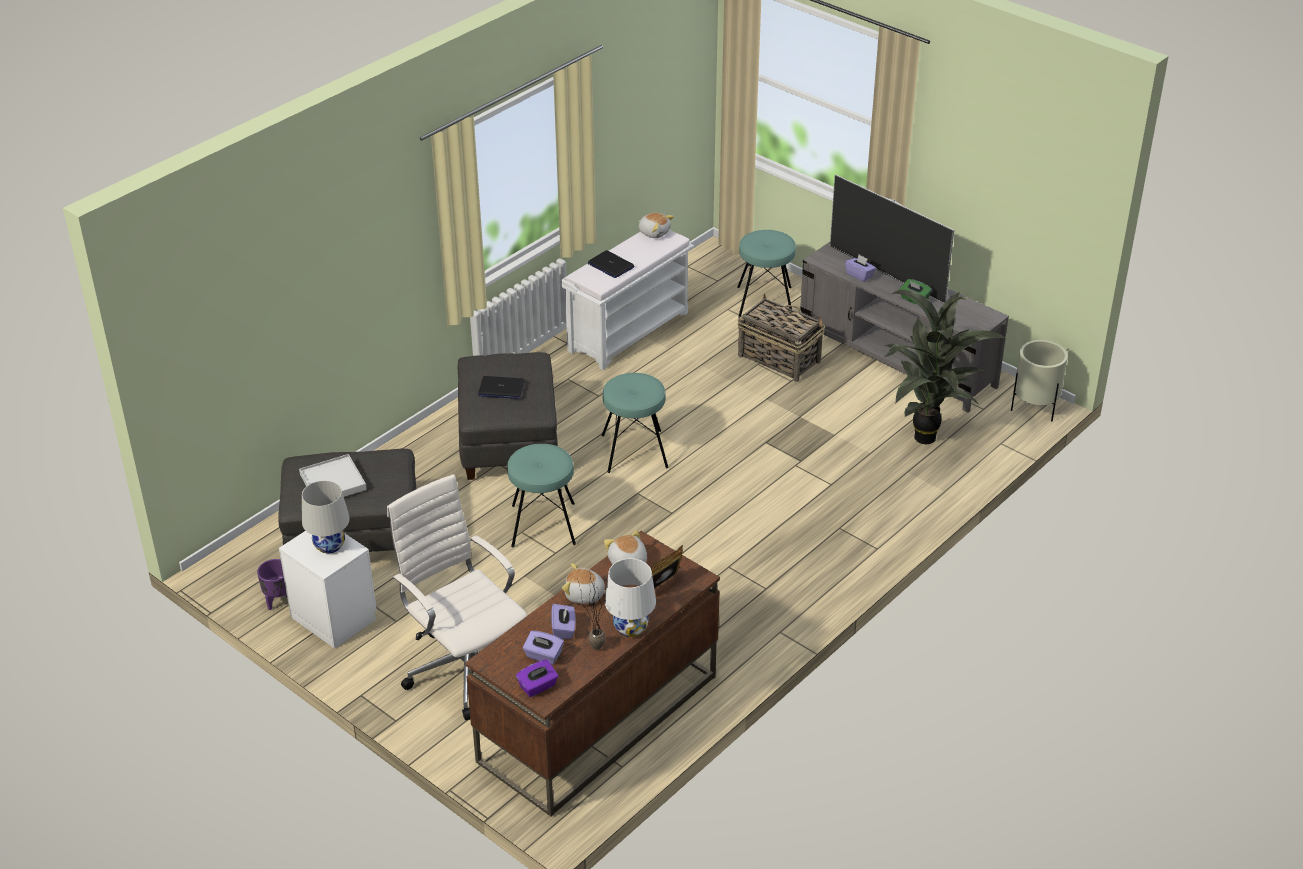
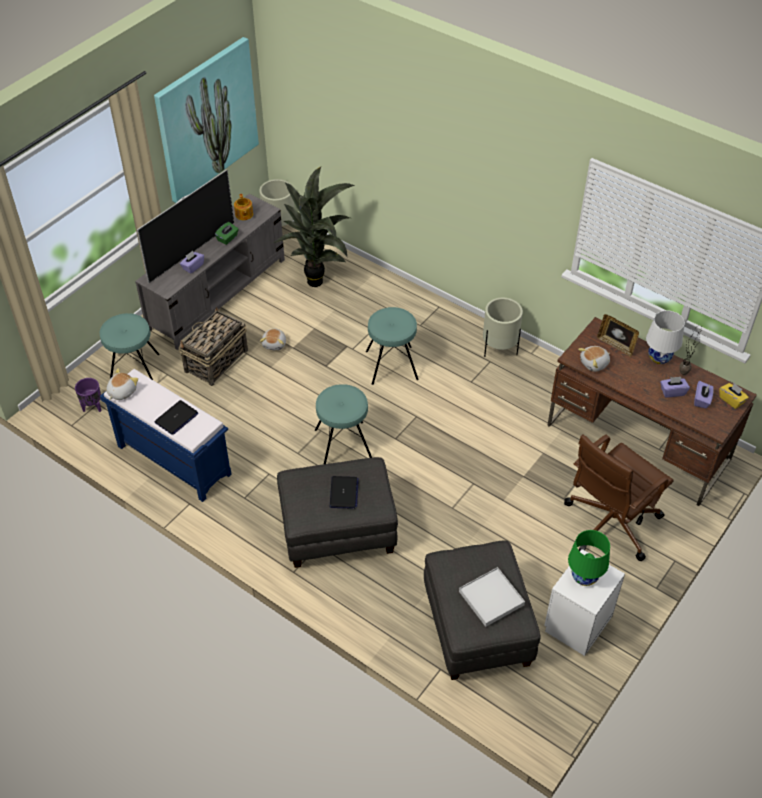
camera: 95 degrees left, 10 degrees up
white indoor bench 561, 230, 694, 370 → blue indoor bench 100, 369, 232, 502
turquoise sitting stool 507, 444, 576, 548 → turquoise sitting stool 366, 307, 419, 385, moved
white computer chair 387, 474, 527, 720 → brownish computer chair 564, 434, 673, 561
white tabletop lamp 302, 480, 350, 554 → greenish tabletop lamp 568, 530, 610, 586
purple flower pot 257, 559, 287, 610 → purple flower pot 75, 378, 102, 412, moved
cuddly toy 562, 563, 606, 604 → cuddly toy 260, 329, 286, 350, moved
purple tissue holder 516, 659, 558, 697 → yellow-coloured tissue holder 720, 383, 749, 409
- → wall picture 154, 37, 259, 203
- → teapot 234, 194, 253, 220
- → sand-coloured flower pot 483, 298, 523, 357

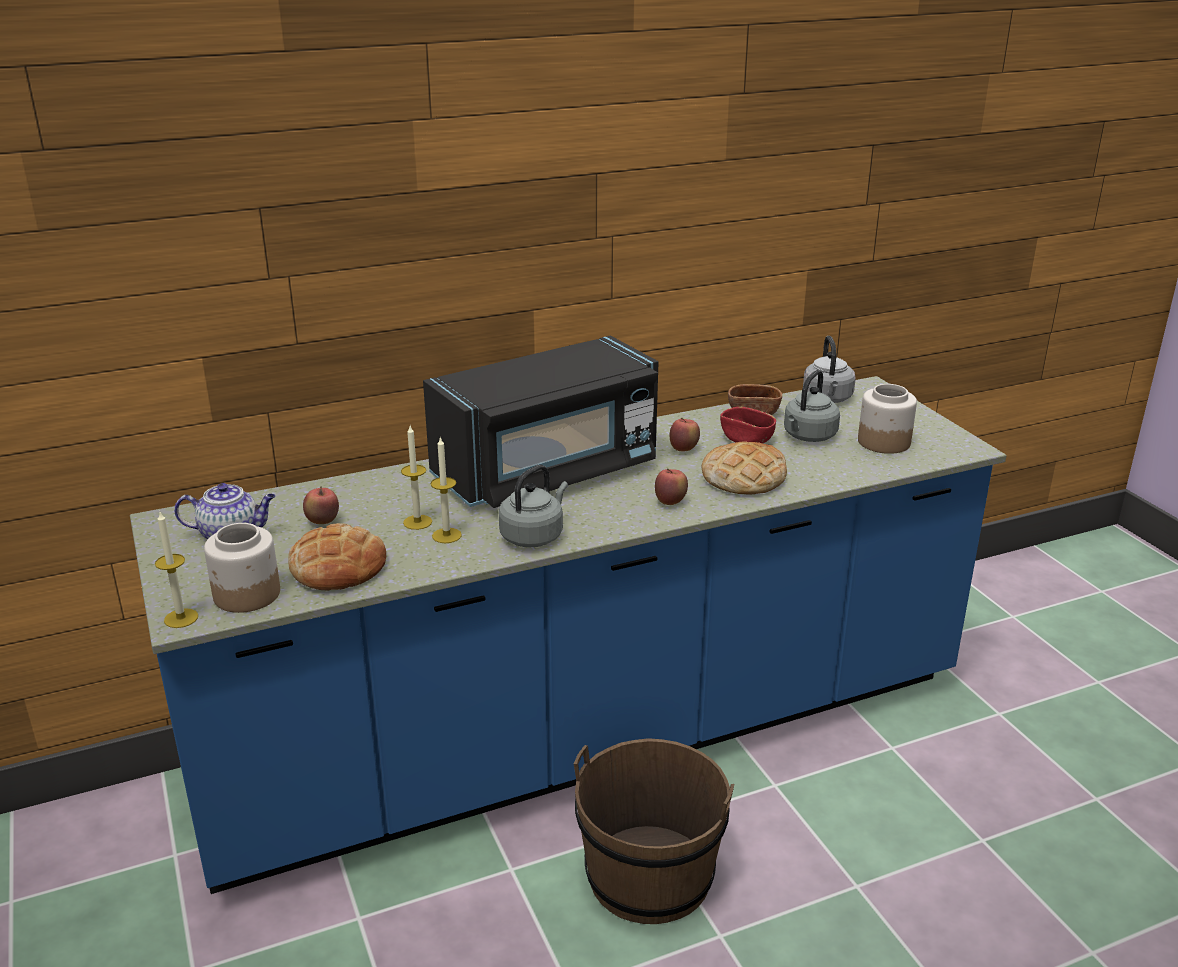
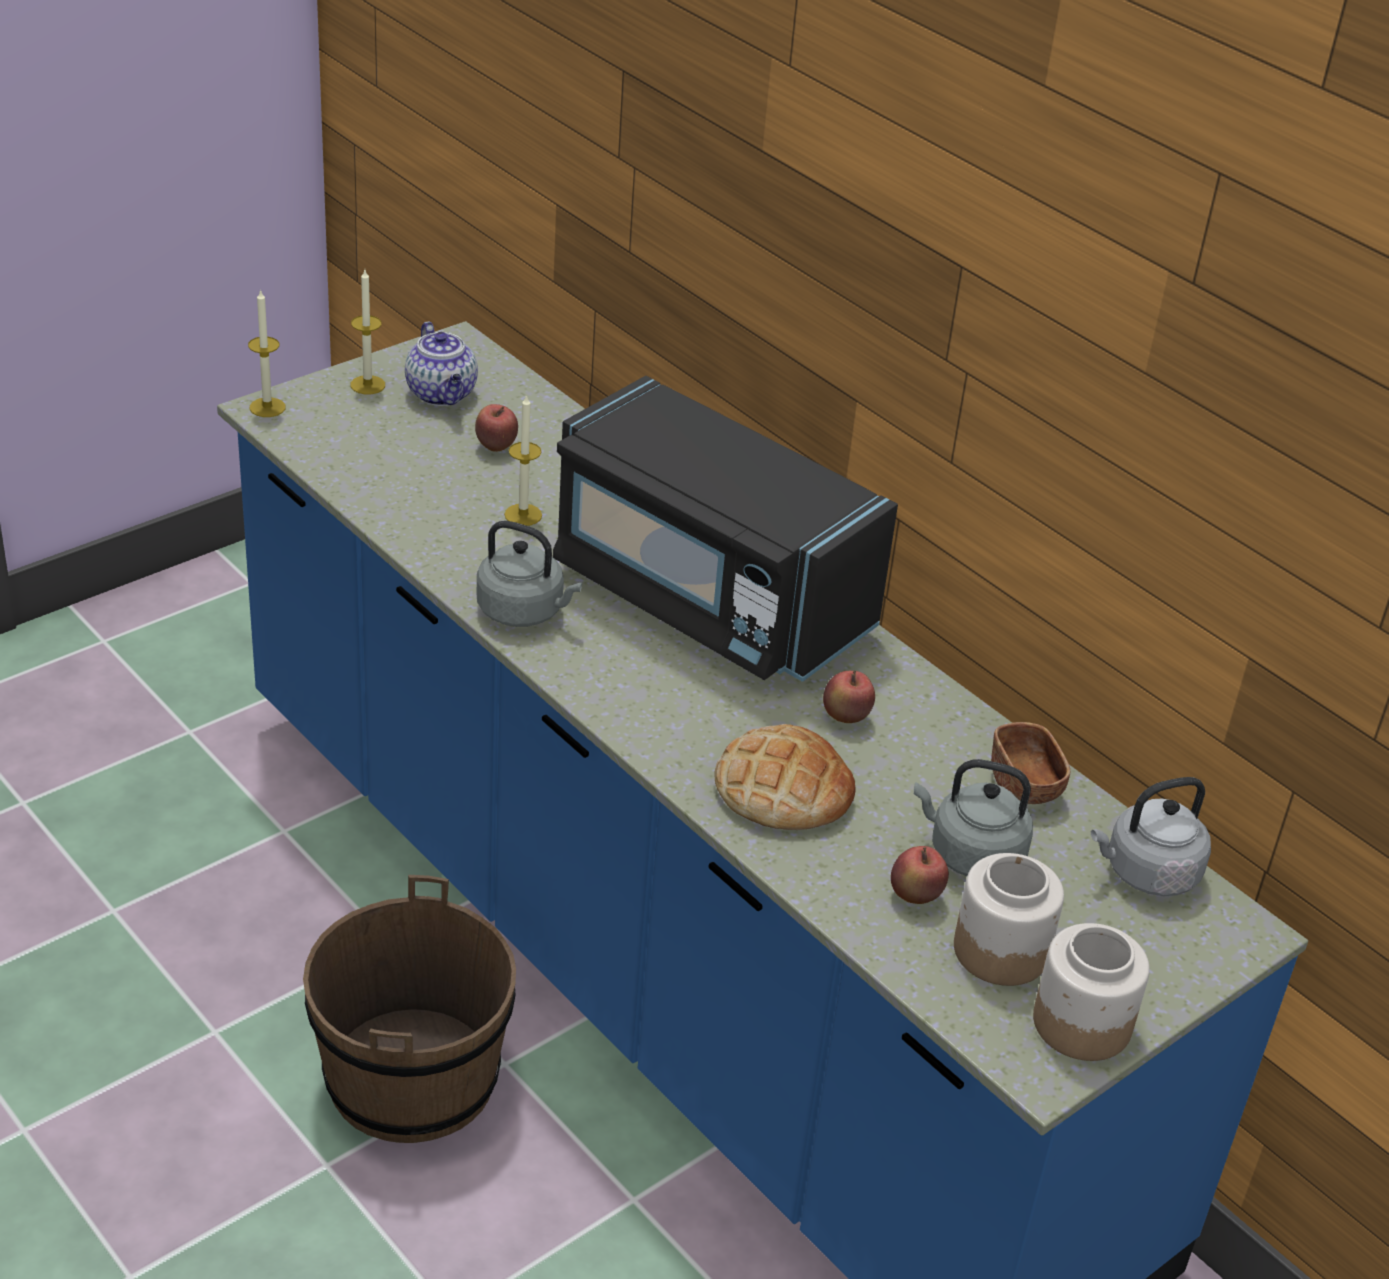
camera: 70 degrees right, 10 degrees up
reddish serving bowl 720, 407, 776, 444 → -
candle 431, 437, 462, 543 → candle 350, 270, 385, 394, moved
apple 655, 468, 688, 505 → apple 891, 846, 949, 904, moved
storage jar 204, 523, 280, 613 → storage jar 1033, 923, 1150, 1061, moved
bread 288, 523, 386, 591 → -

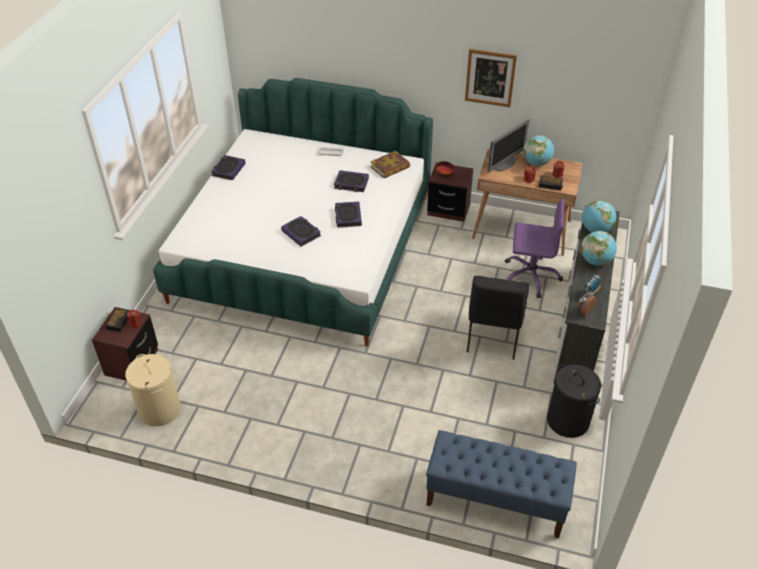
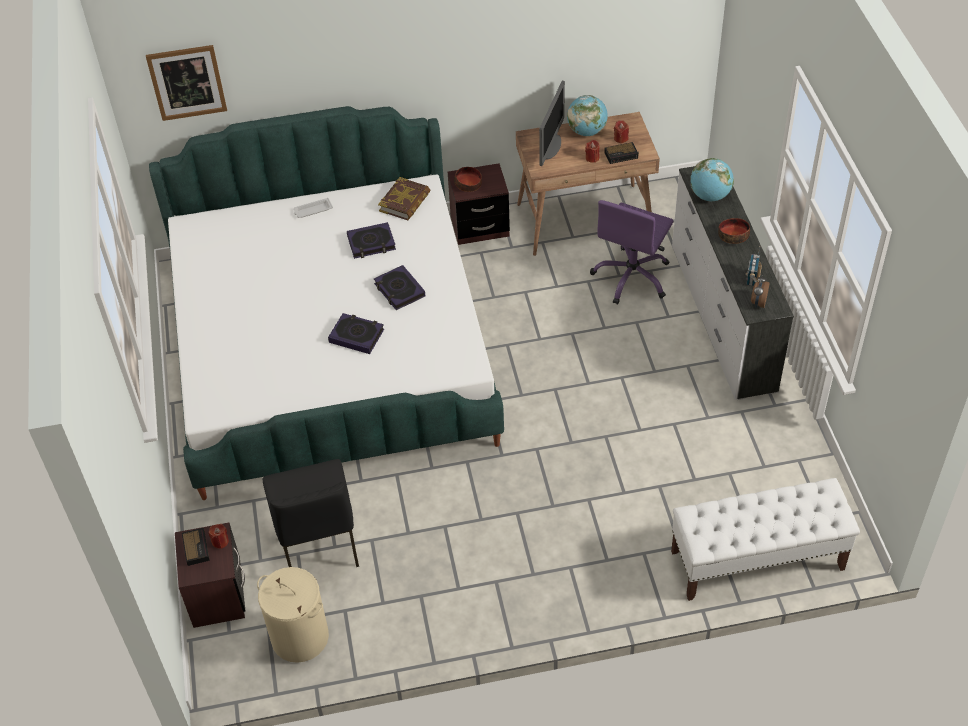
camera: 25 degrees left, 5 degrees up
wall picture 465, 49, 517, 107 → wall picture 146, 45, 227, 121, moved
book 211, 155, 246, 181 → -
purple computer chair 505, 198, 564, 298 → purple computer chair 590, 200, 674, 305, 135 degrees clockwise
world globe 581, 231, 617, 266 → serving bowl 718, 218, 750, 244
blackish upright chair 467, 276, 529, 359 → blackish upright chair 263, 459, 359, 567, moved
blackish laundry basket 547, 365, 601, 438 → -
blue indoor bench 426, 430, 577, 538 → white indoor bench 671, 478, 860, 601

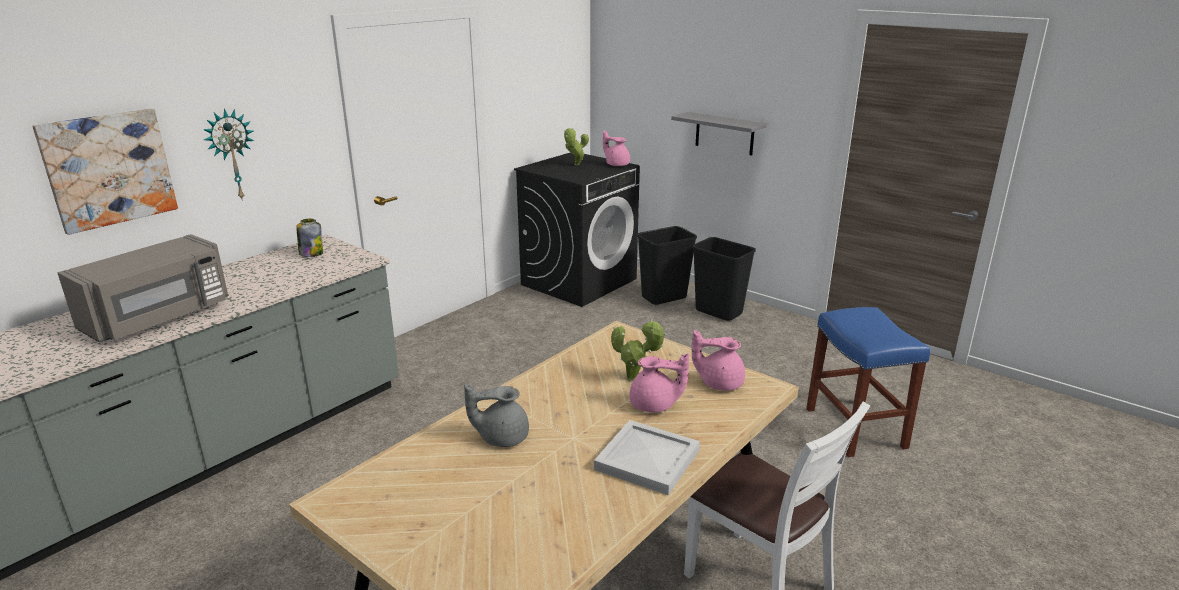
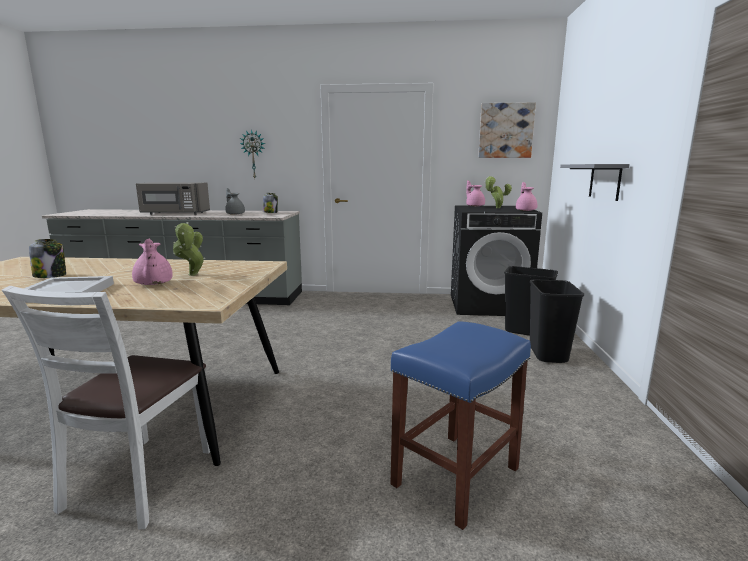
camera: 55 degrees right, 10 degrees down
wall picture 32, 109, 178, 235 → wall picture 478, 102, 536, 158, moved
pinkish teapot 692, 330, 745, 391 → pinkish teapot 466, 180, 485, 206, moved
grey teapot 464, 384, 529, 447 → grey teapot 225, 188, 245, 215, moved
- → storage jar 29, 239, 66, 278

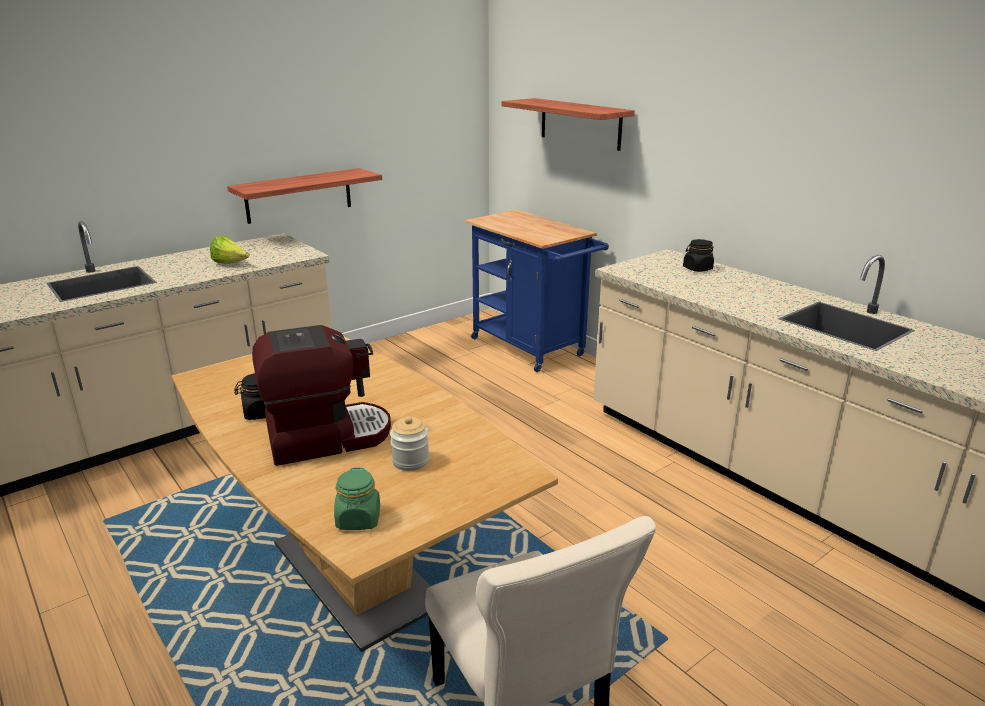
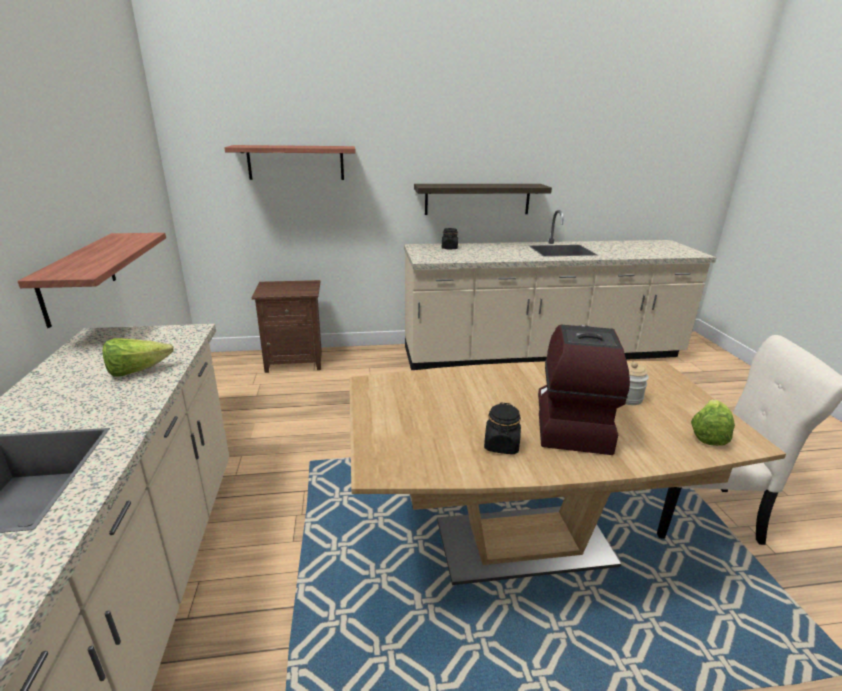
camera: 60 degrees left, 0 degrees up
blue trolley 465, 210, 609, 372 → brownish bedside table 251, 280, 322, 373
greenish storage jar 334, 468, 380, 530 → lettuce 691, 399, 735, 446
- → wall shelf 414, 184, 552, 215

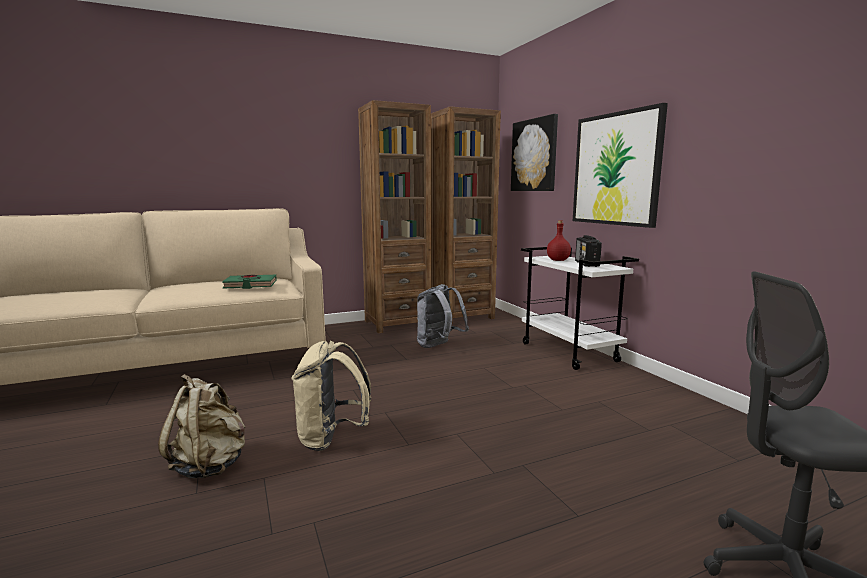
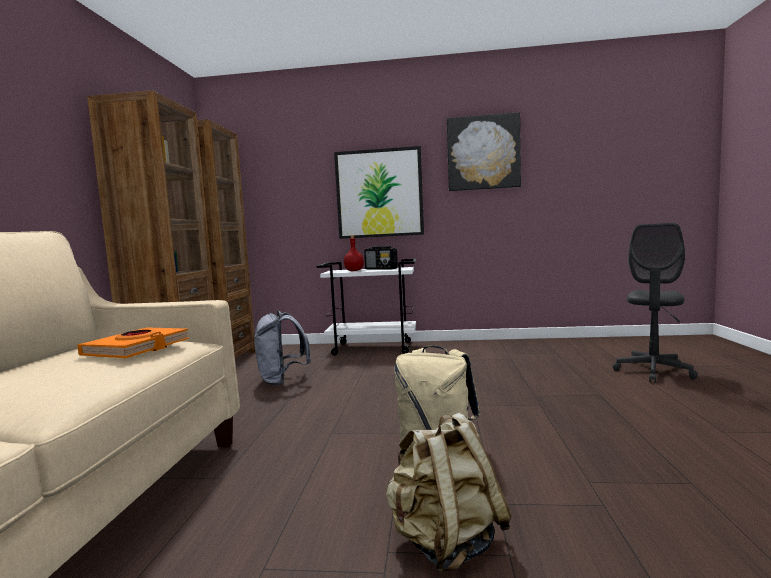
camera: 60 degrees left, 5 degrees down
wall picture 511, 114, 558, 191 → wall picture 447, 112, 521, 191, moved
greenish book 222, 275, 277, 289 → orange-coloured book 77, 327, 189, 358

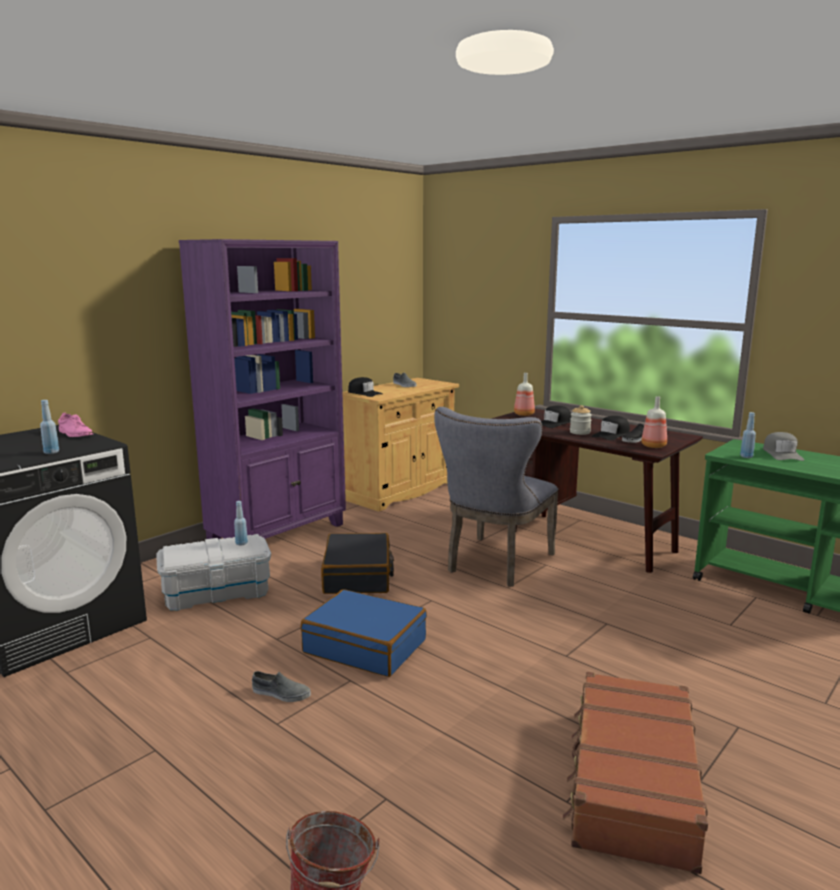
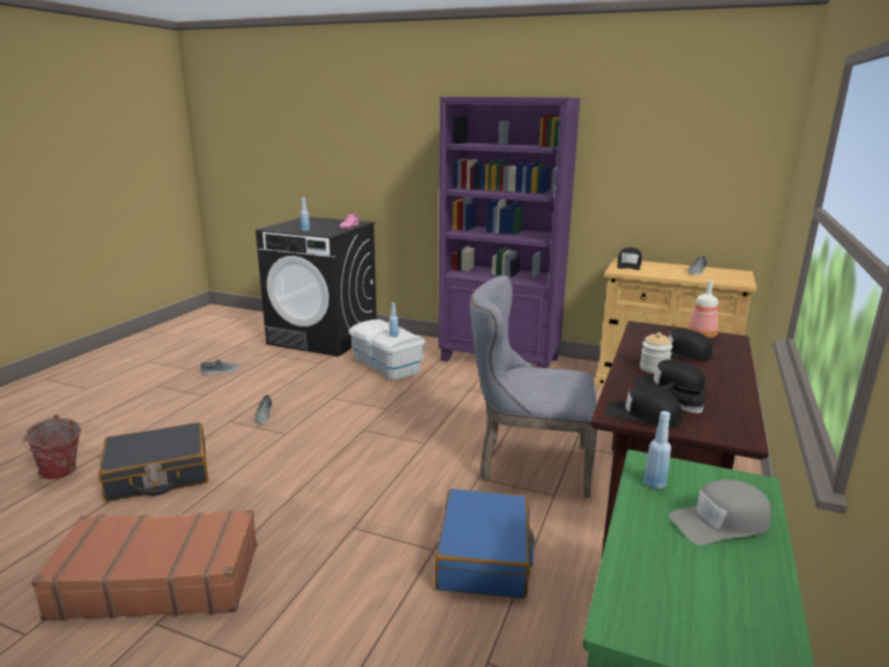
camera: 70 degrees right, 5 degrees up
beverage bottle 641, 396, 667, 448 → blackish cap 605, 385, 682, 428
blackish travel case 321, 533, 394, 594 → blackish travel case 99, 423, 209, 501, moved
blue travel case 301, 589, 427, 677 → blue travel case 435, 489, 535, 599, moved
- → grey item of footwear 201, 359, 239, 374

